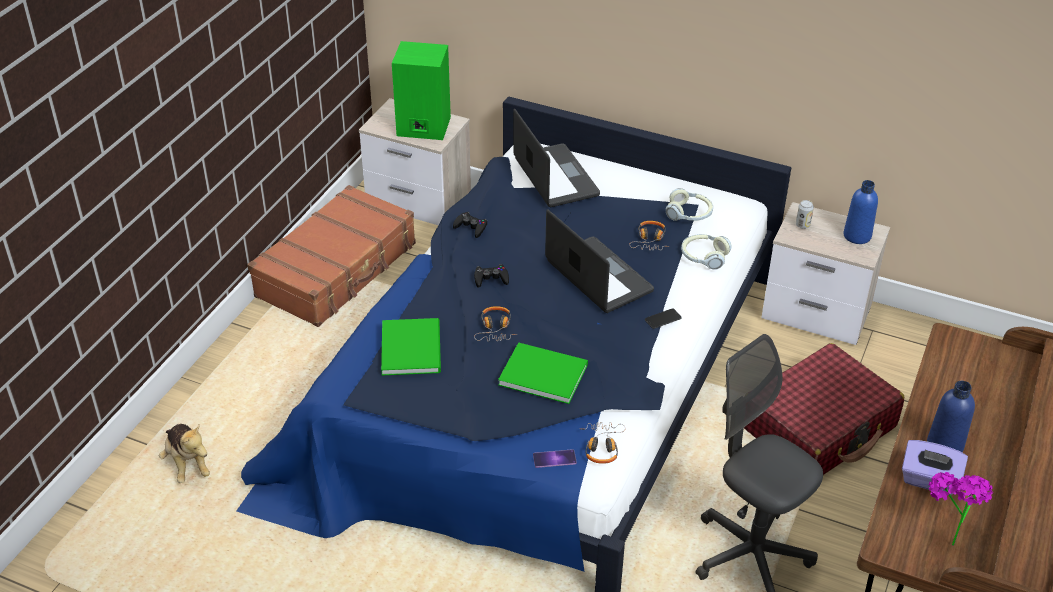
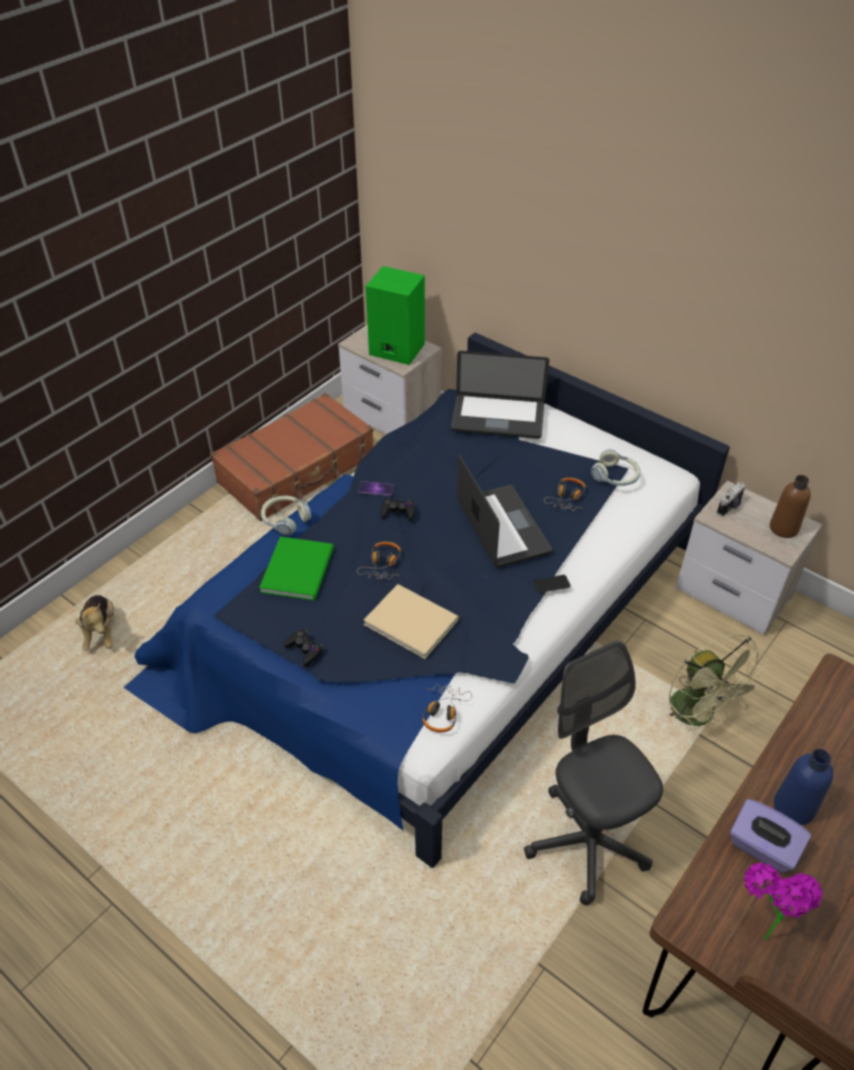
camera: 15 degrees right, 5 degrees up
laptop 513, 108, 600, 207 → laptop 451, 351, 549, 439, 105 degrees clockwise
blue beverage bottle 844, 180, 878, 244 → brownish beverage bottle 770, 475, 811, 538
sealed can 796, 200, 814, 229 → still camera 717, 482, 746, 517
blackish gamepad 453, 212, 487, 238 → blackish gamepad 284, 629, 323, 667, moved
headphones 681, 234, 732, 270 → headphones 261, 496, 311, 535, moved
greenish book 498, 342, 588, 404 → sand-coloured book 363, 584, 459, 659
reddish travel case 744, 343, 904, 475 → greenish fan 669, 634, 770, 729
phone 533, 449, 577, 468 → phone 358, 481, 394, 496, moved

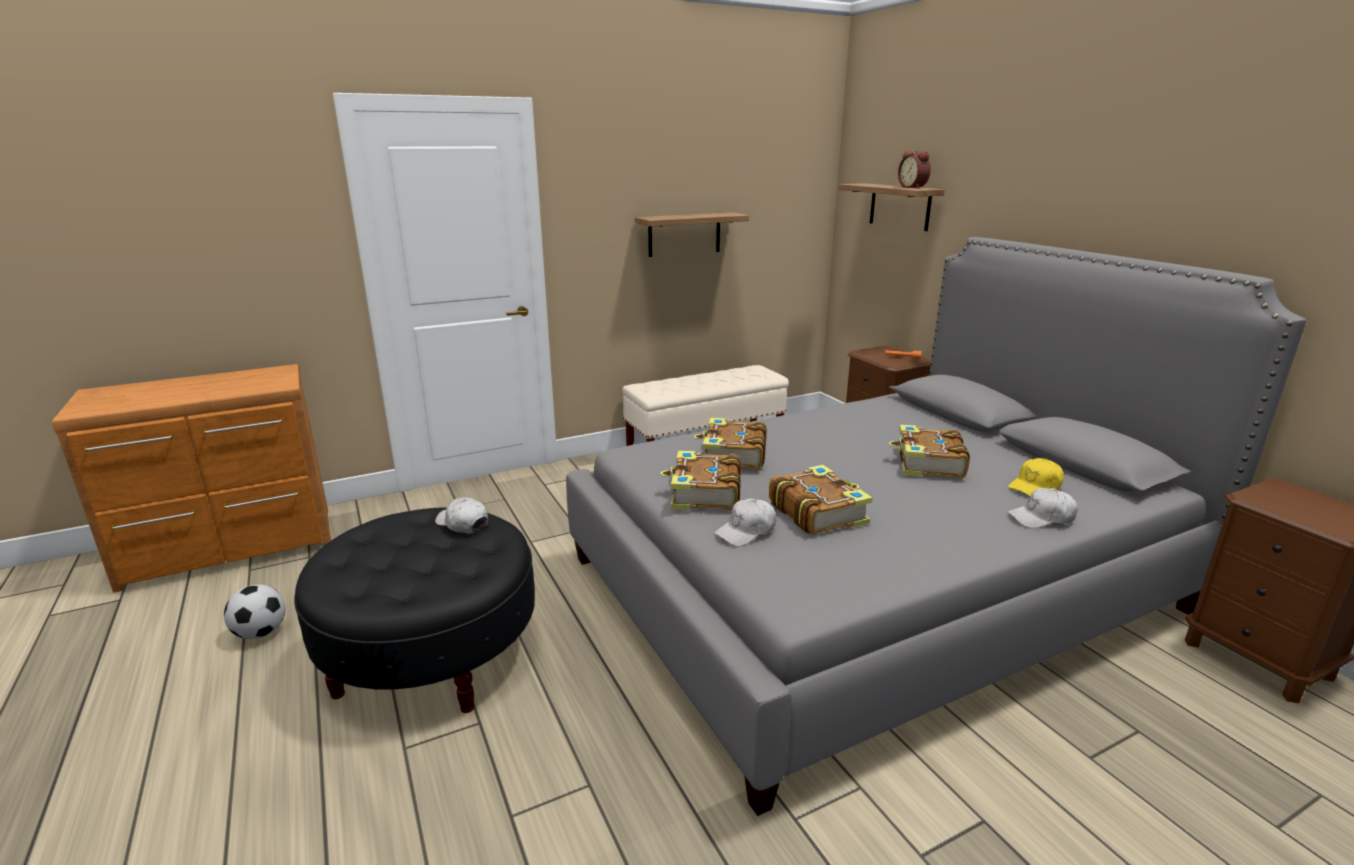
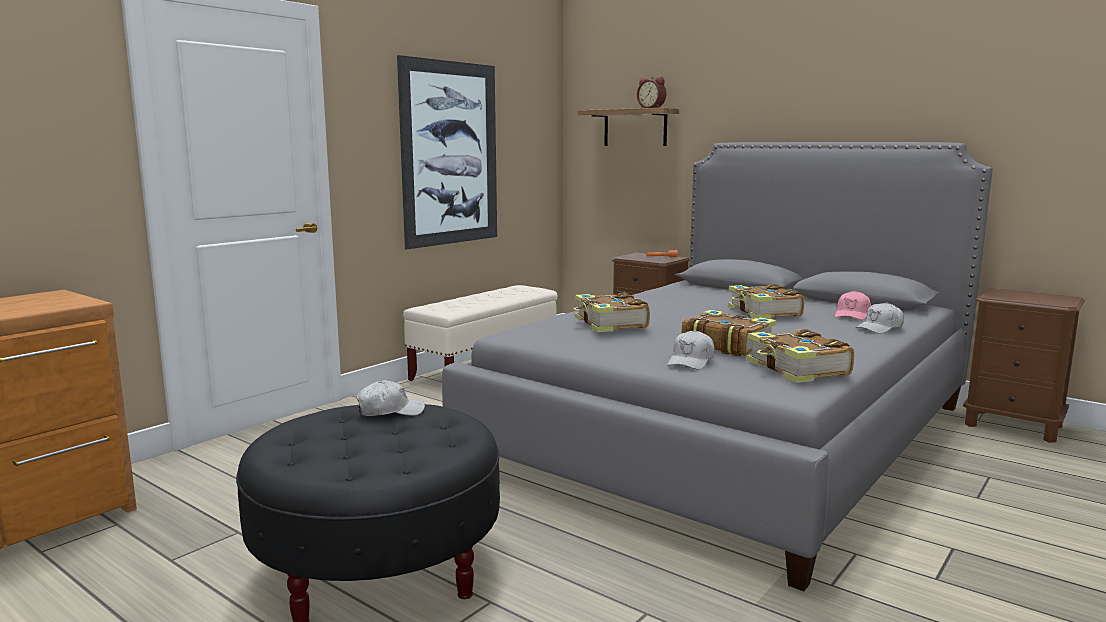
camera: 25 degrees left, 10 degrees down
wall shelf 635, 212, 749, 257 → wall picture 397, 55, 497, 250
book 660, 451, 741, 510 → book 746, 329, 854, 383, moved
yellow-coloured cap 1008, 458, 1064, 496 → pinkish cap 834, 291, 871, 320
white cap 435, 497, 488, 534 → white cap 357, 380, 425, 416, 150 degrees clockwise
football 224, 584, 285, 639 → -

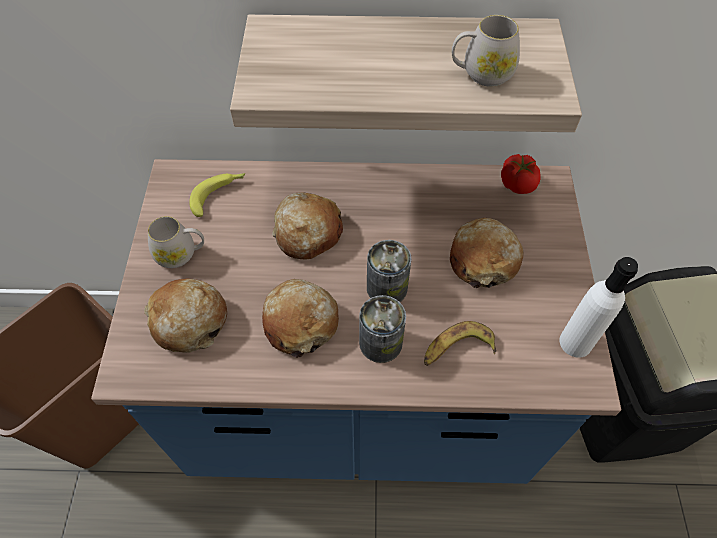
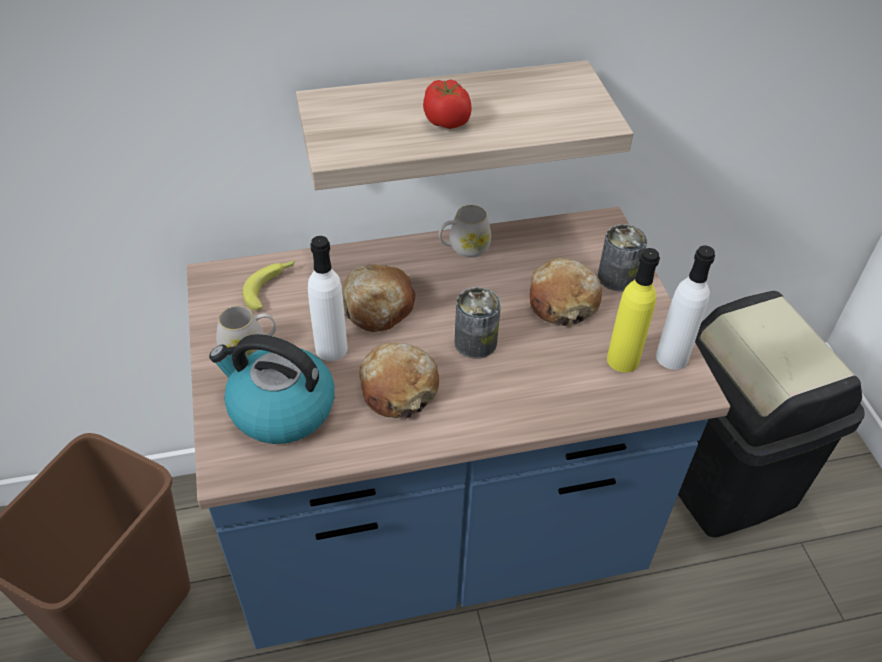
camera: 15 degrees left, 10 degrees down
white coffee mug 452, 15, 520, 87 → white coffee mug 439, 205, 491, 258, moved
tomato 501, 154, 541, 194 → tomato 423, 79, 472, 129, moved
bread 144, 279, 227, 352 → water kettle 209, 334, 335, 444
sealed can 359, 295, 406, 363 → sealed can 598, 224, 647, 291, moved
banana fruit 424, 321, 496, 366 → -
- → white beverage bottle 308, 236, 348, 361
- → yellow-coloured beverage bottle 607, 248, 660, 373

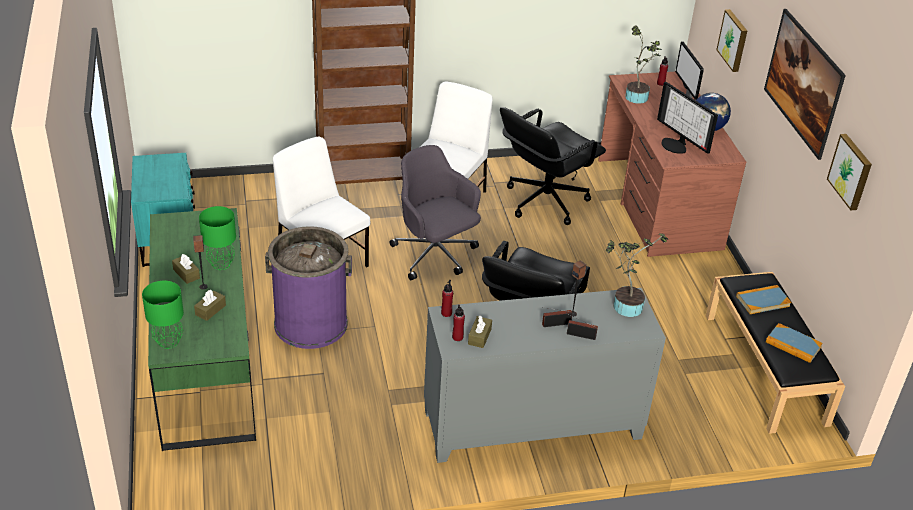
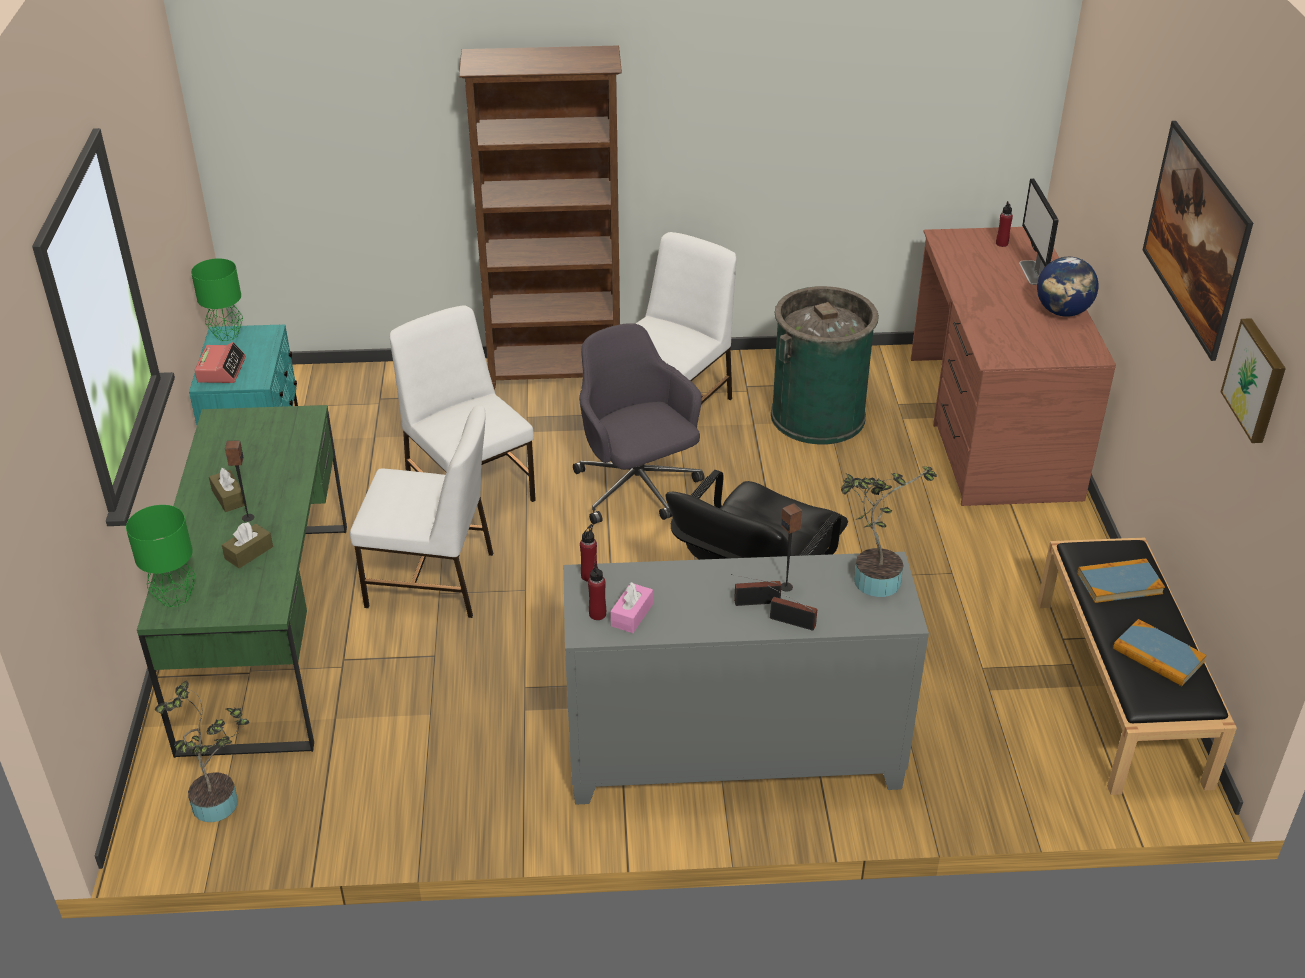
camera: 10 degrees right, 0 degrees up
wall picture 716, 9, 747, 72 → -
potted plant 625, 25, 662, 104 → potted plant 155, 681, 249, 822, moved
computer screen 657, 82, 718, 154 → -
blackish computer chair 500, 107, 606, 225 → greenish rubbish bin 771, 286, 879, 445
greenish tabletop lamp 199, 206, 236, 270 → greenish tabletop lamp 191, 258, 243, 341, moved
purple rubbish bin 265, 226, 352, 349 → white upright chair 350, 405, 493, 618
brownish tissue holder 468, 316, 492, 348 → pinkish tissue holder 610, 582, 653, 633
- → bedside clock 195, 342, 246, 383

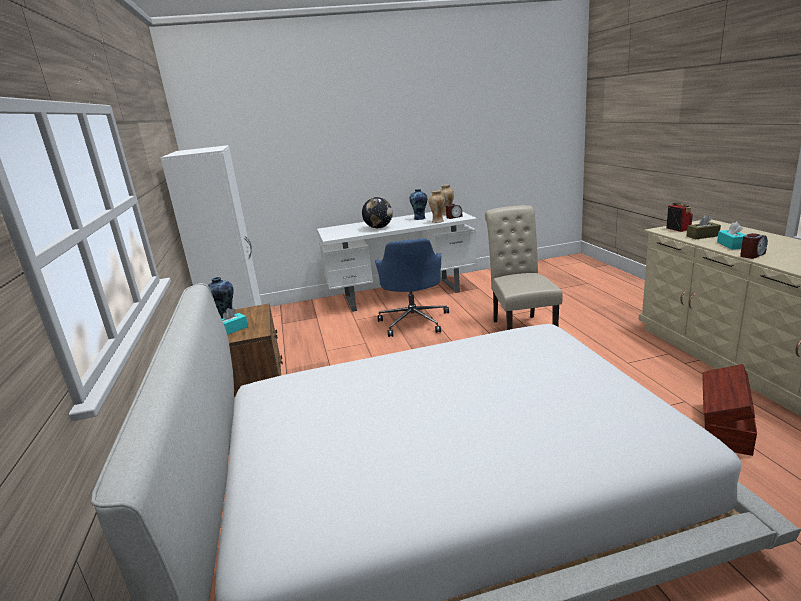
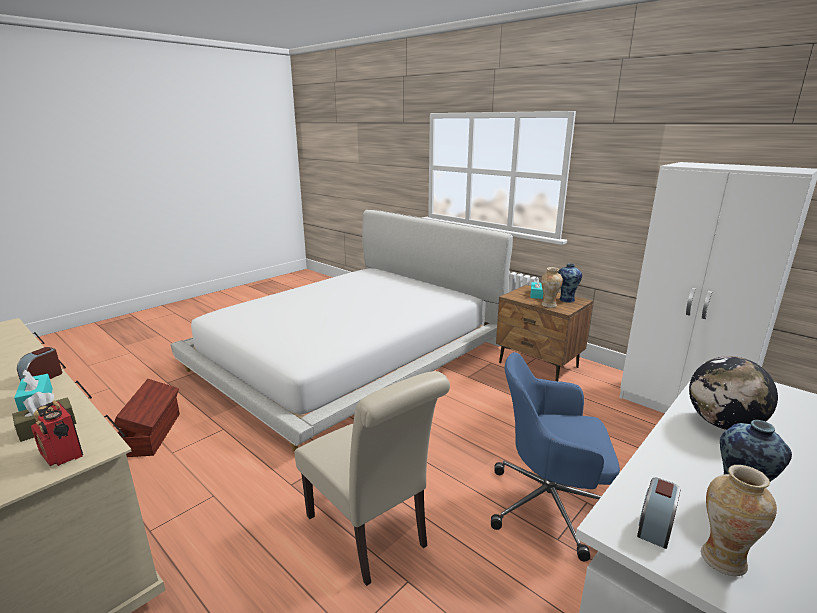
camera: 145 degrees right, 0 degrees up
decorative vase 429, 191, 445, 223 → decorative vase 541, 267, 563, 308, moved
blue computer chair 375, 238, 449, 337 → blue computer chair 491, 352, 620, 561, 45 degrees counterclockwise

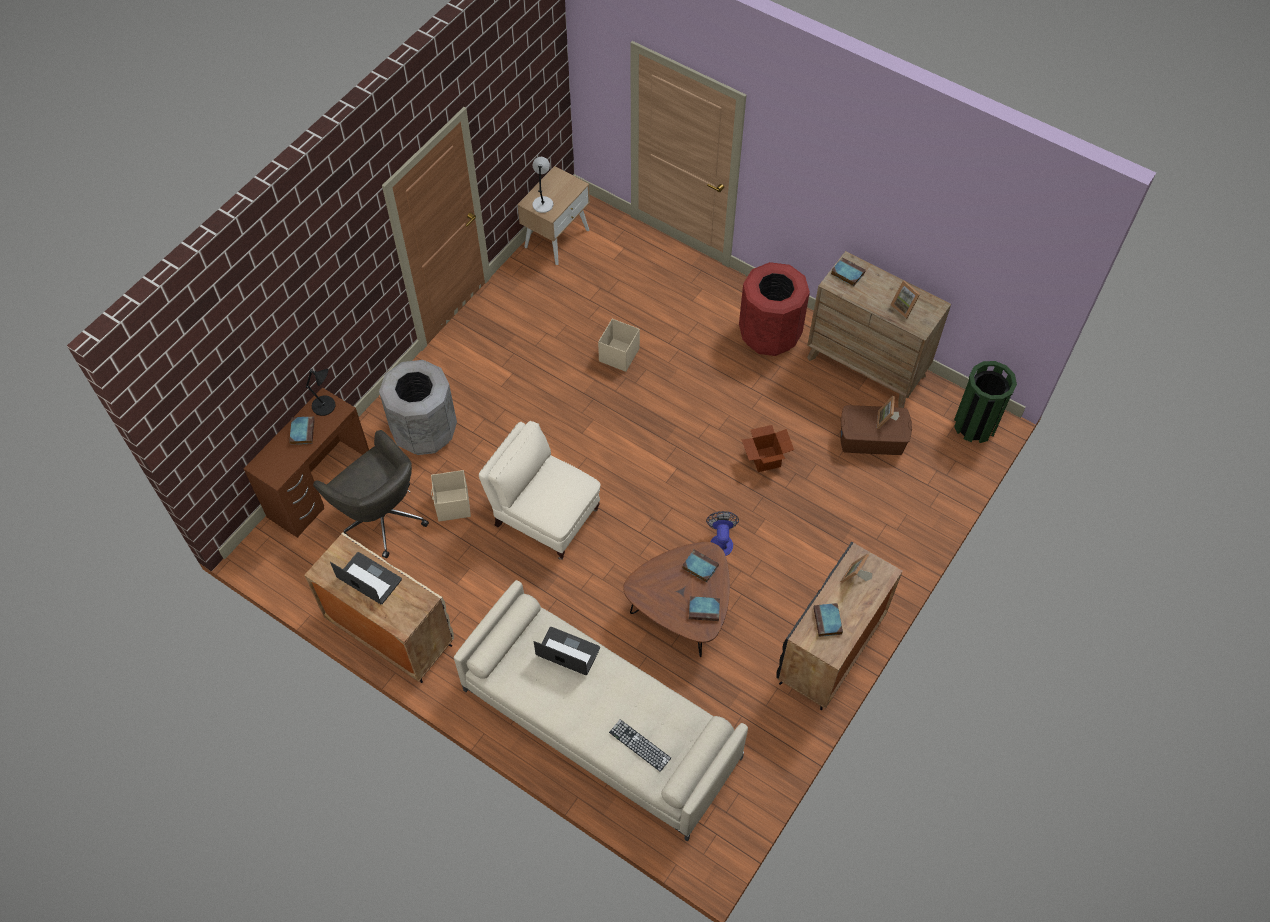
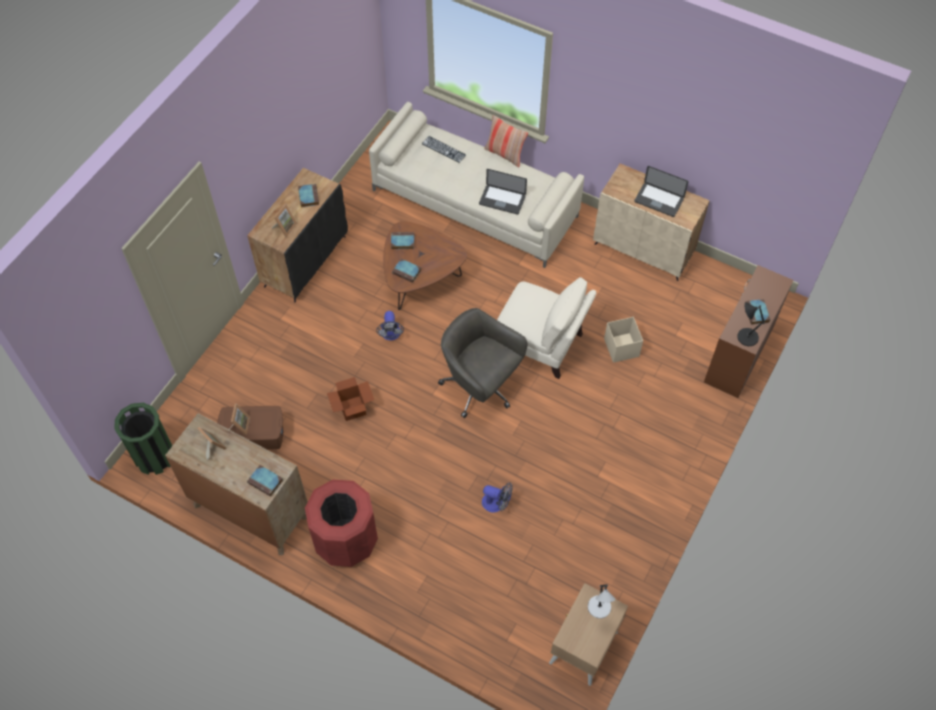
camera: 175 degrees right, 0 degrees up
sand-coloured storage container 598, 319, 640, 372 → fan 482, 482, 512, 513
grey rubbish bin 379, 360, 457, 455 → -
grey computer chair 313, 430, 429, 558 → grey computer chair 438, 308, 527, 418, moved
- → throw pillow 484, 115, 528, 167

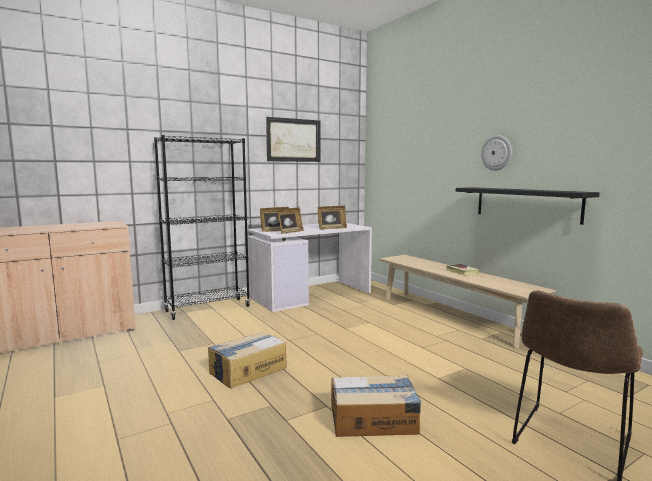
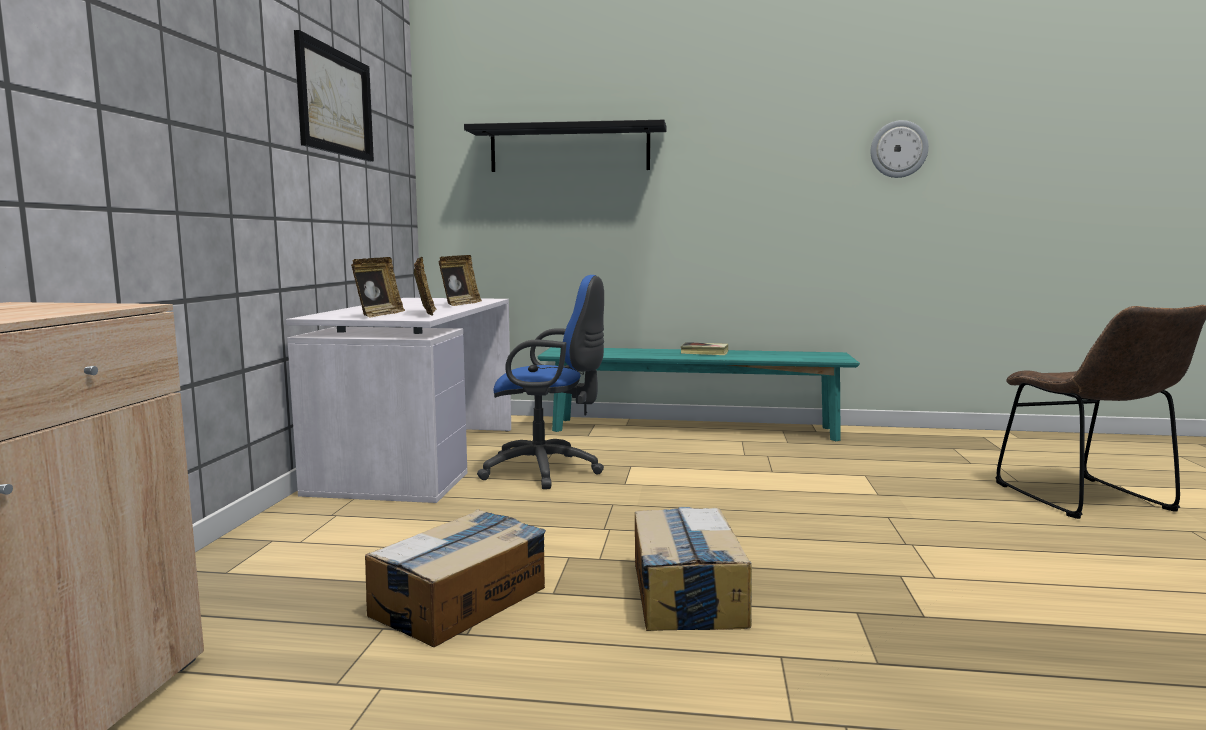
camera: 50 degrees left, 0 degrees up
blackish bookcase 154, 135, 250, 320 → -
hanging clock 481, 135, 512, 171 → hanging clock 871, 120, 929, 178, moved
blackish wall shelf 456, 187, 600, 225 → blackish wall shelf 464, 120, 666, 172, moved
sand-coloured indoor bench 379, 255, 556, 349 → turquoise indoor bench 537, 347, 860, 441
cardboard box 331, 374, 421, 437 → cardboard box 365, 509, 546, 647, moved
- → blue computer chair 477, 275, 604, 489

